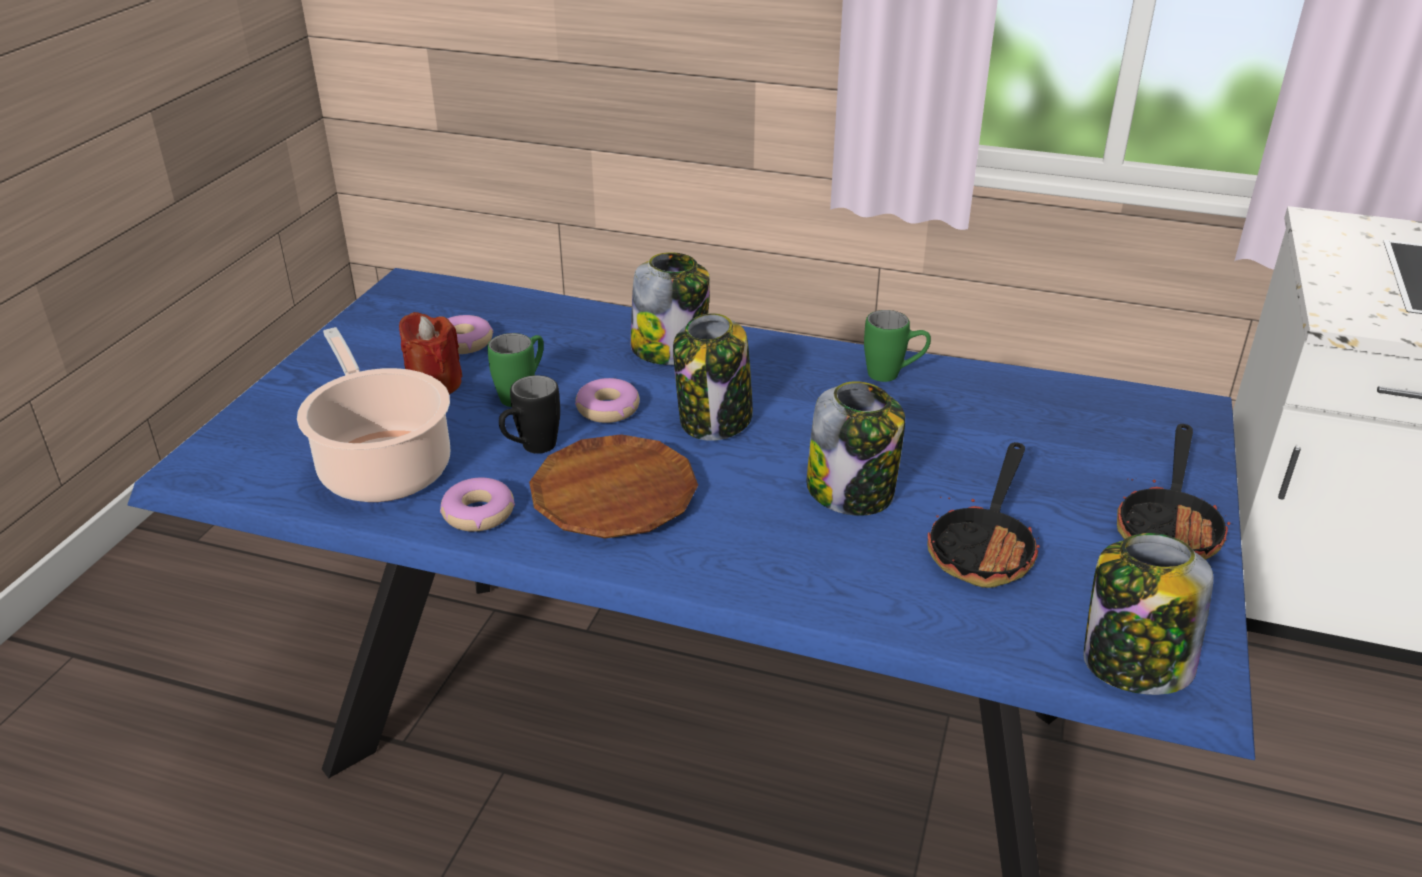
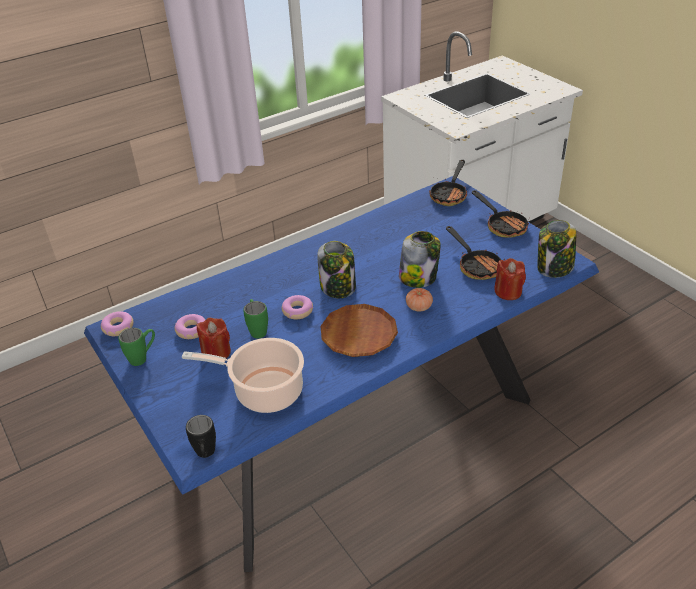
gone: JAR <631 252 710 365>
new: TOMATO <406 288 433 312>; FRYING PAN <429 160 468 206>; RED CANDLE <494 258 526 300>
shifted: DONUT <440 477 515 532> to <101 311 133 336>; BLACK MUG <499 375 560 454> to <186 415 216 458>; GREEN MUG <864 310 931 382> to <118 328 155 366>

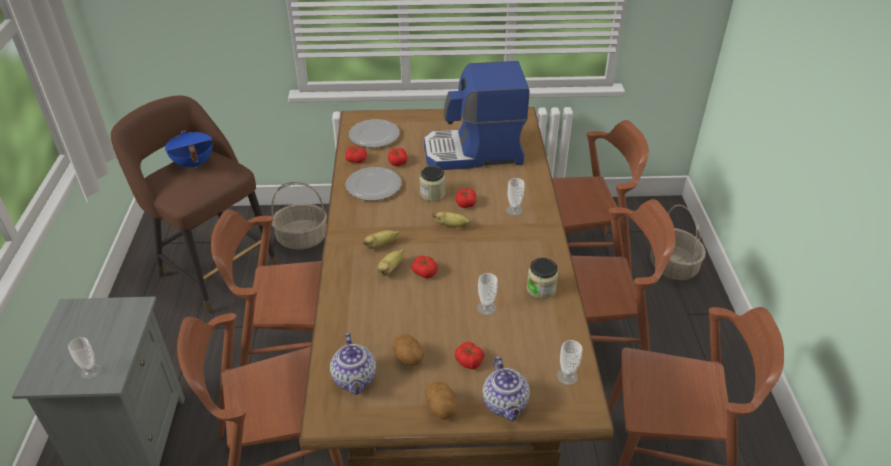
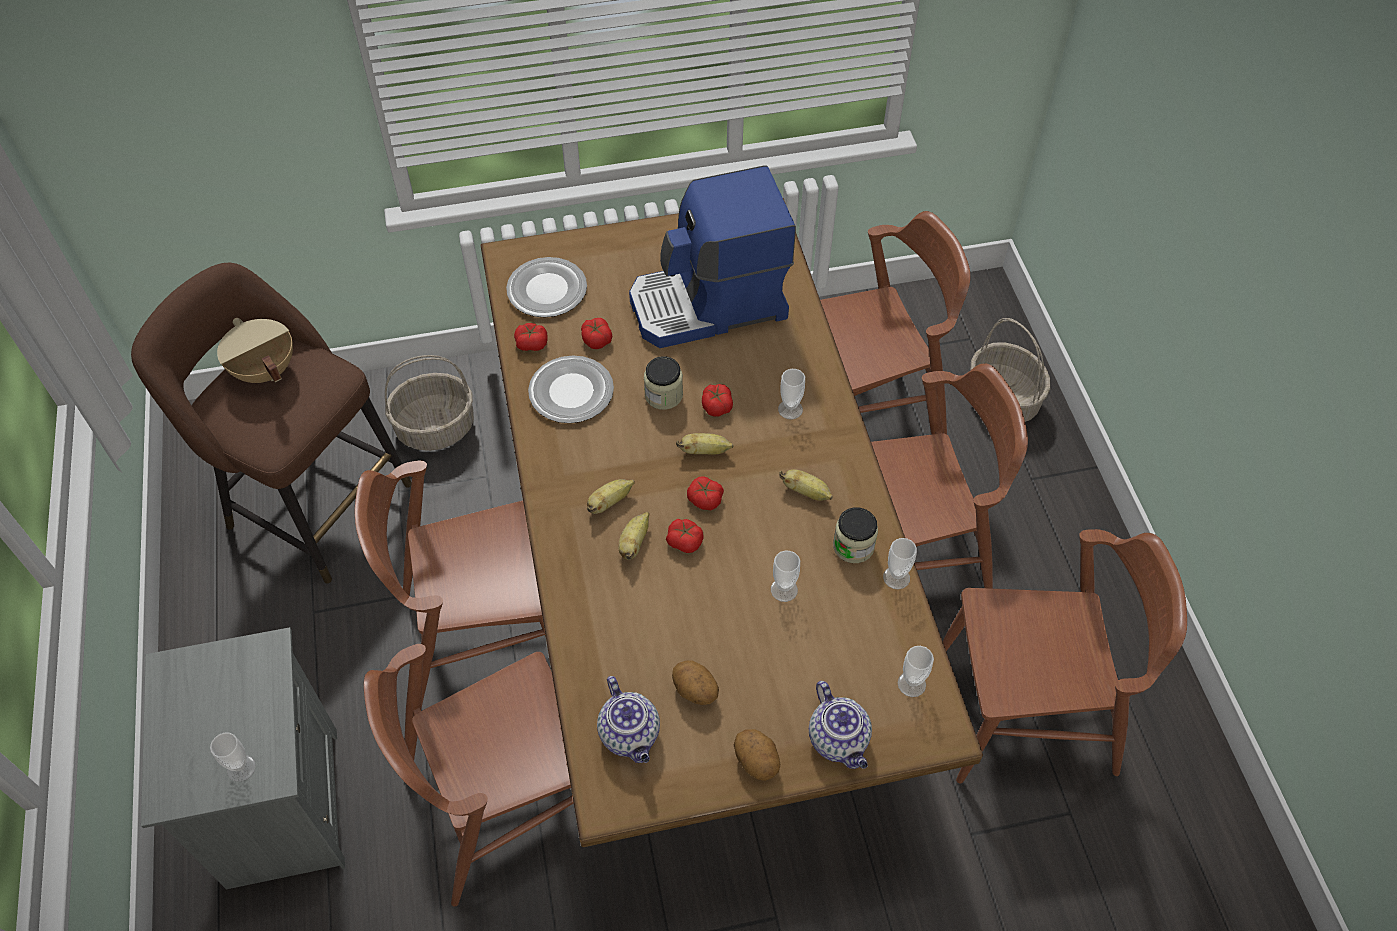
new: BANANA <779 469 832 501>; CUP <883 538 917 590>
shifted: TOMATO <455 342 485 369> to <687 476 724 510>
repainted: BLUE COOKING POT <165 130 213 169> to BEIGE COOKING POT <217 318 293 383>

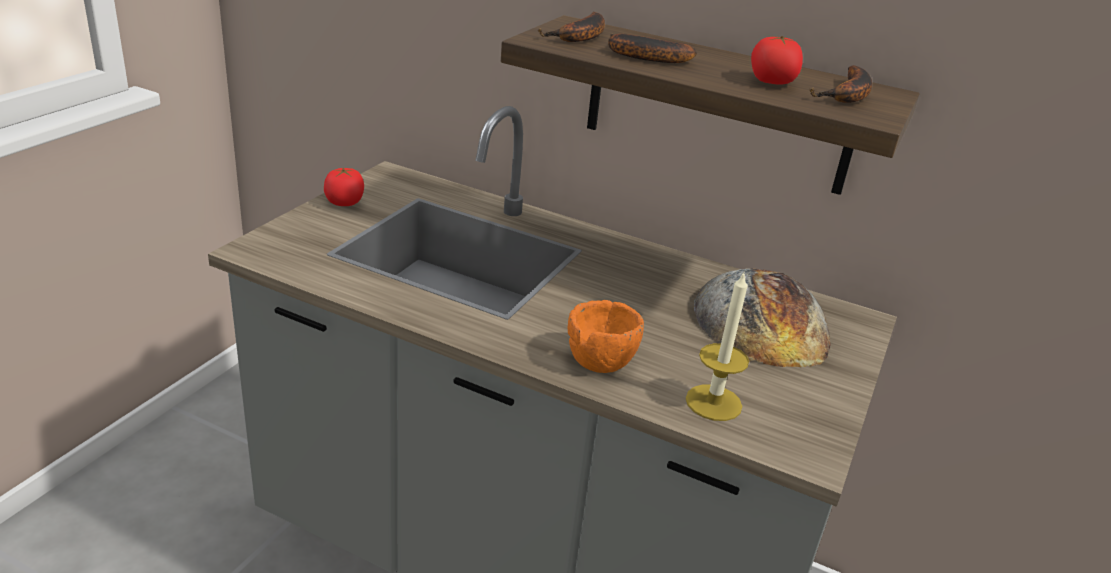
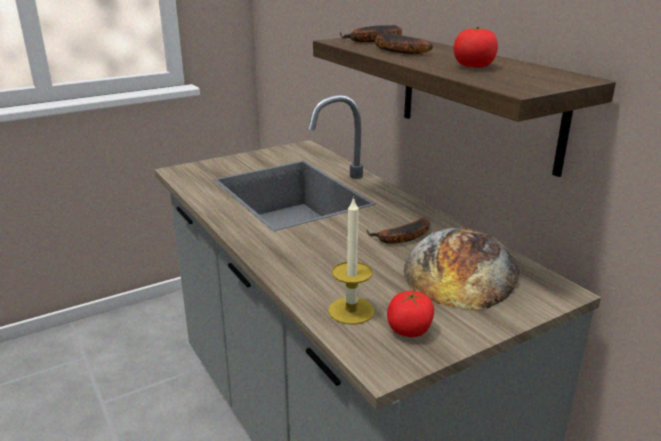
gone: ORANGE BOWL <568 300 644 373>
shifted: TOMATO <324 167 364 206> to <387 291 434 337>; BANANA <809 65 872 103> to <367 217 430 244>

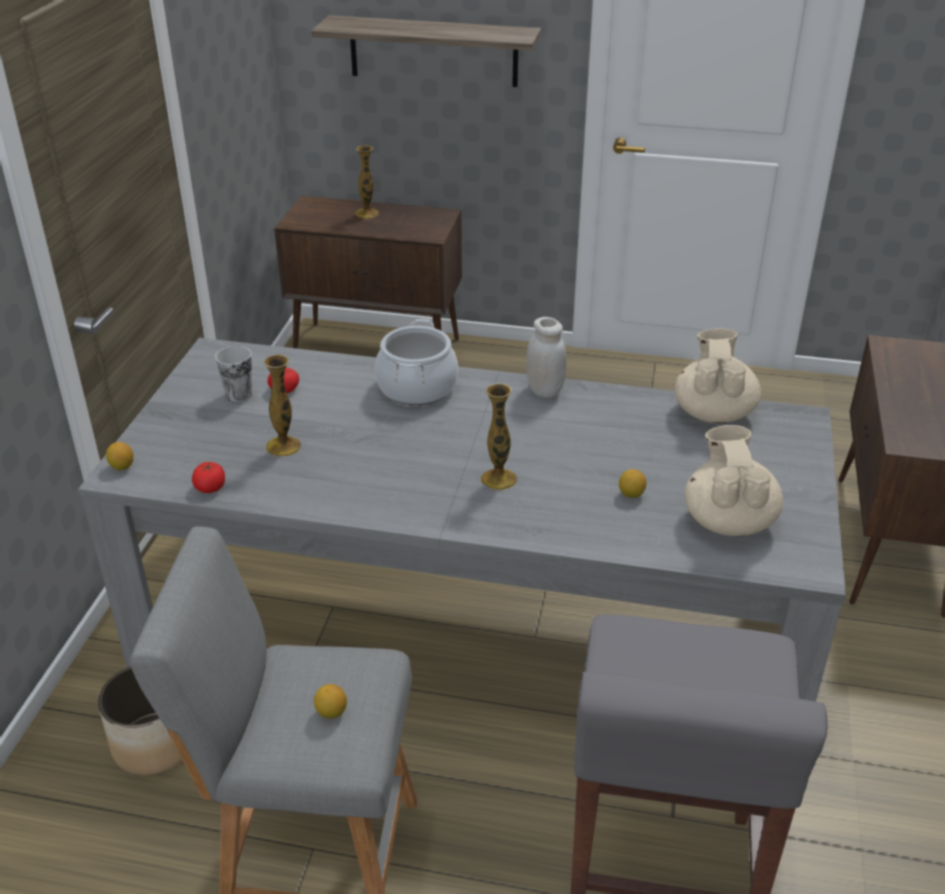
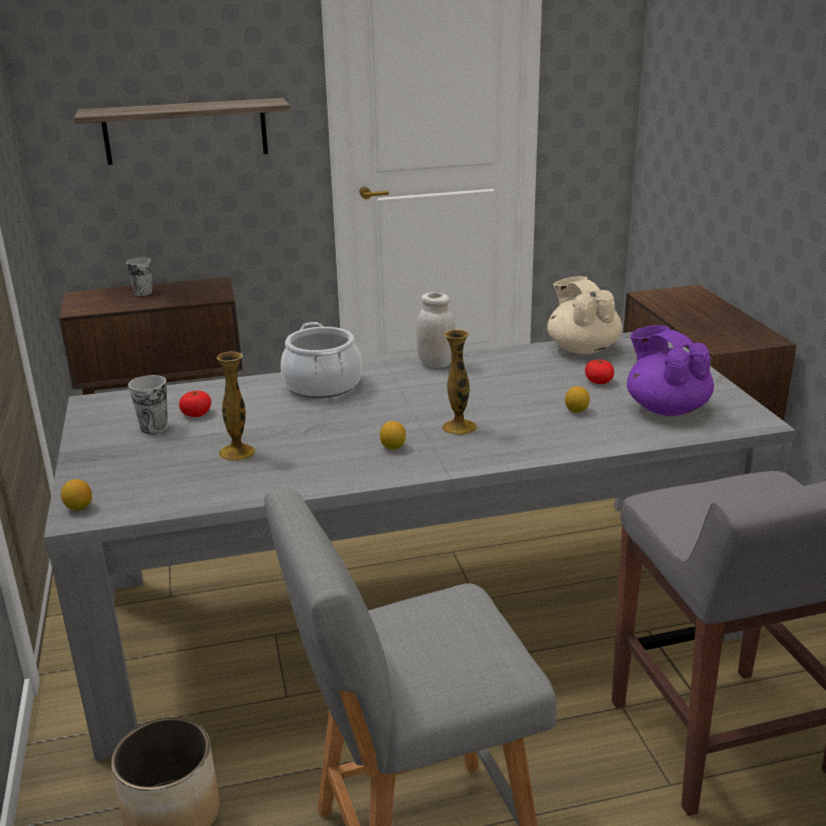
shifted: TOMATO <192 462 225 493> to <585 359 614 384>; LEMON <314 684 347 719> to <380 421 406 450>
swapped: VASE <355 145 379 219> to CUP <126 257 152 296>
repainted: BEIGE TEAPOT <685 425 783 536> to PURPLE TEAPOT <627 325 714 416>

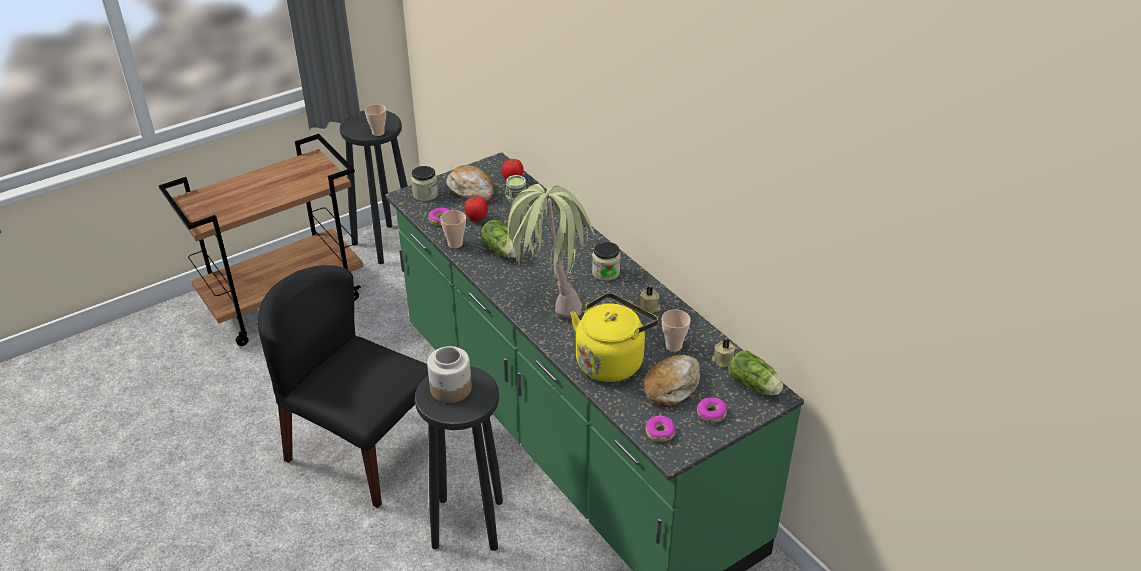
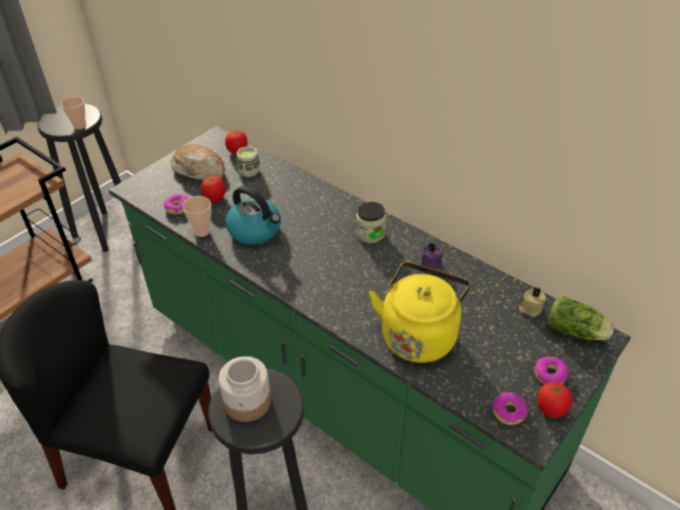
gone: JAR <411 166 438 201>; POTTED PLANT <506 184 594 318>; BREAD <644 355 700 407>; CUP <662 309 691 352>
new: TOMATO <538 381 573 418>
swapped: LETTUCE <481 220 521 258> to KETTLE <225 186 281 245>
repainted: BEIGE CANDLE <639 286 660 313> to PURPLE CANDLE <420 243 442 270>

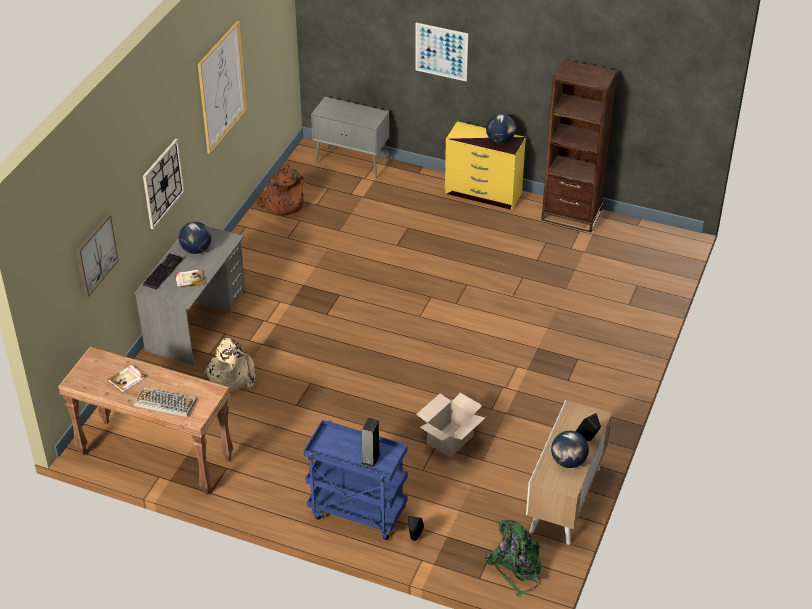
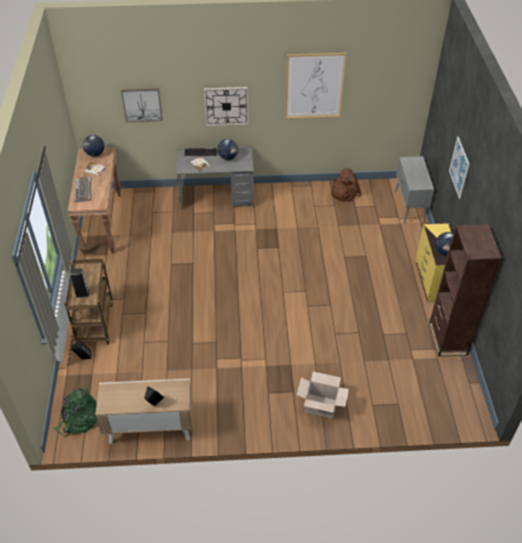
gone: BEIGE BACKPACK <204 338 256 392>
shifted: CARDBOARD BOX <416 393 485 457> to <296 372 349 418>; GLOBE <551 431 589 468> to <83 135 104 157>
repainted: BLUE CART <304 420 407 540> to BROWN CART <64 259 113 344>

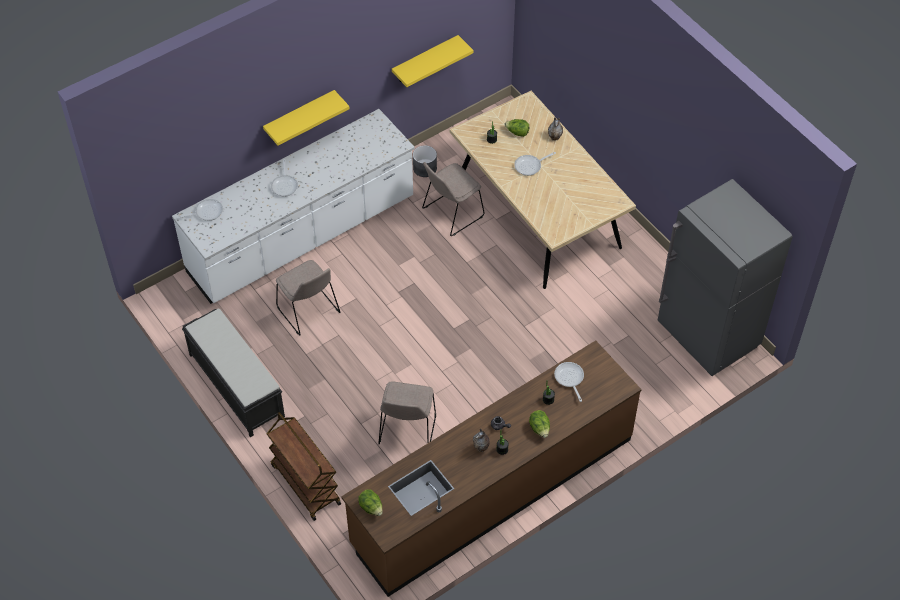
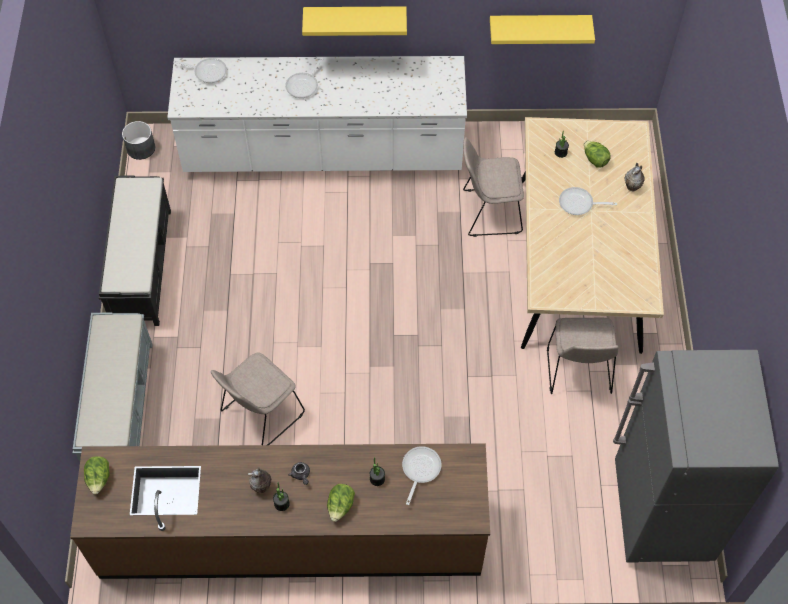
shifted: BEIGE CHAIR <276 260 340 335> to <547 318 619 394>; GREY PLANTER <413 145 437 177> to <122 121 155 160>
swapped: BROWN CART <266 412 341 521> to GREY BENCH <73 313 152 461>

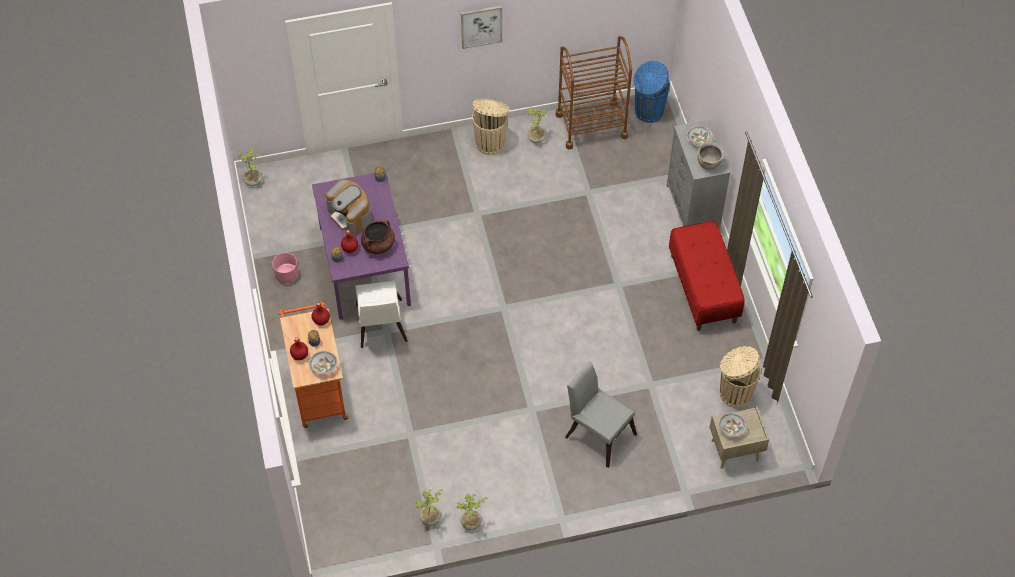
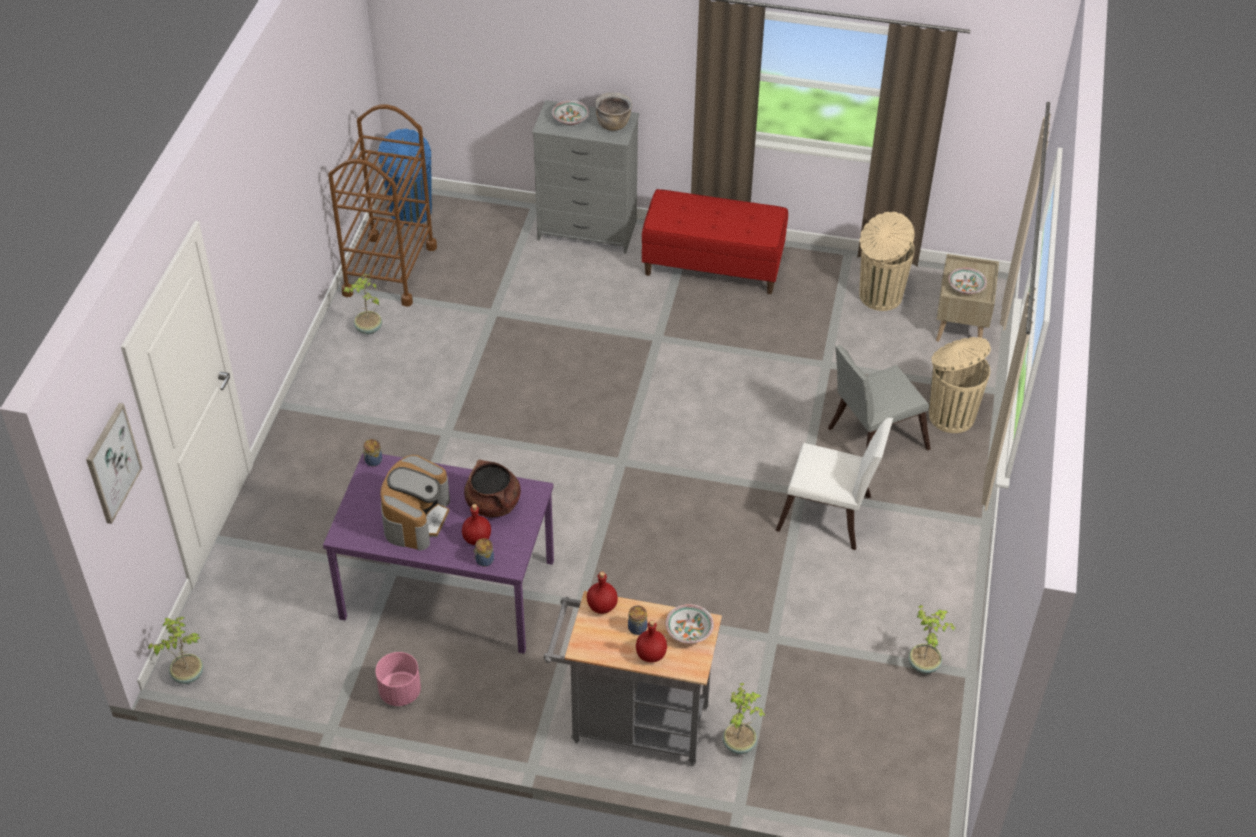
shifted: WHITE CHAIR <355 281 408 348> to <776 418 893 550>; POTTED PLANT <457 493 488 530> to <723 683 766 754>; PICTURE <461 6 502 49> to <86 403 143 524>; BEIGE TRASH CAN <472 99 509 155> to <929 337 991 433>
repainted: ORANGE CART <279 302 349 428> to GREY CART <544 591 722 765>
rotated: COFFEE MACHINE <326 179 371 235> = <380 455 450 550> 60 degrees counterclockwise

